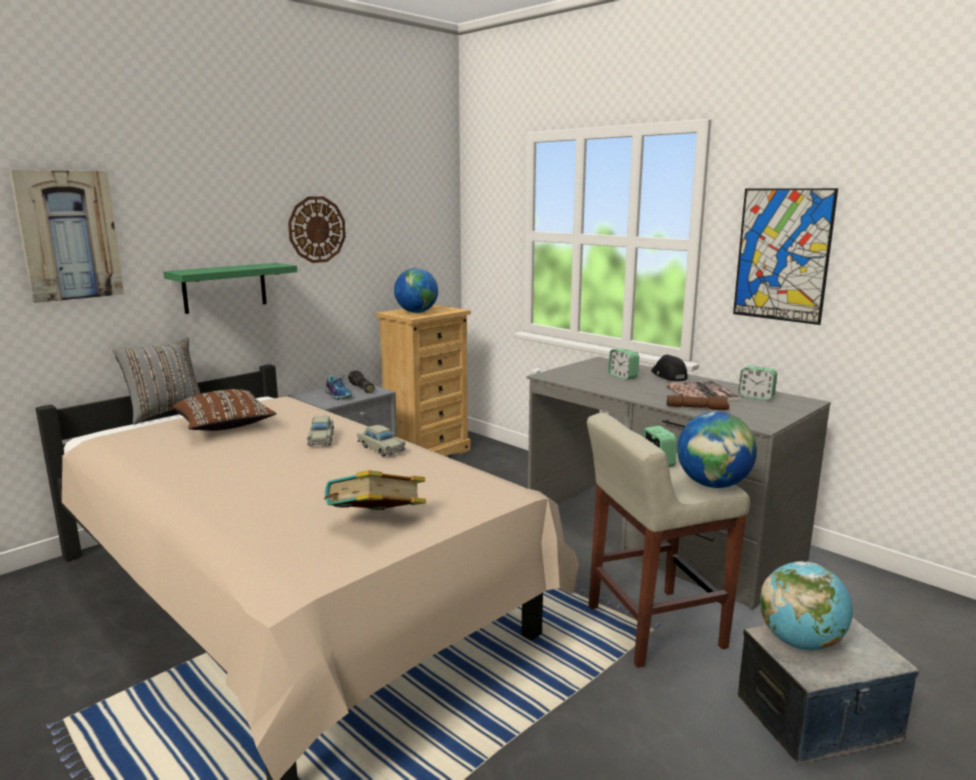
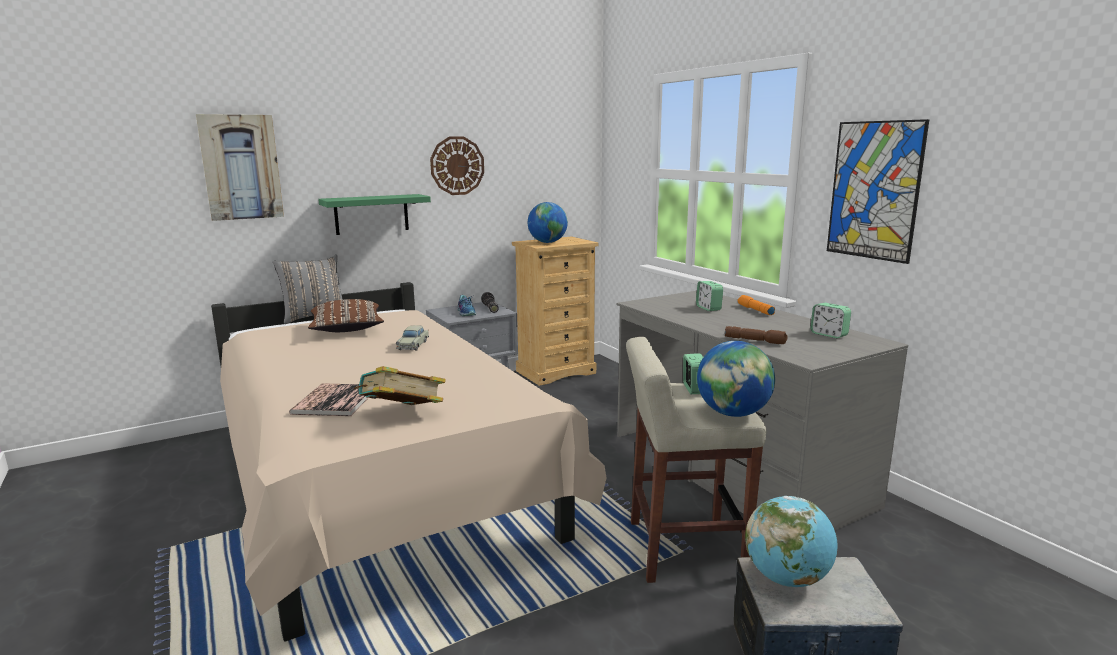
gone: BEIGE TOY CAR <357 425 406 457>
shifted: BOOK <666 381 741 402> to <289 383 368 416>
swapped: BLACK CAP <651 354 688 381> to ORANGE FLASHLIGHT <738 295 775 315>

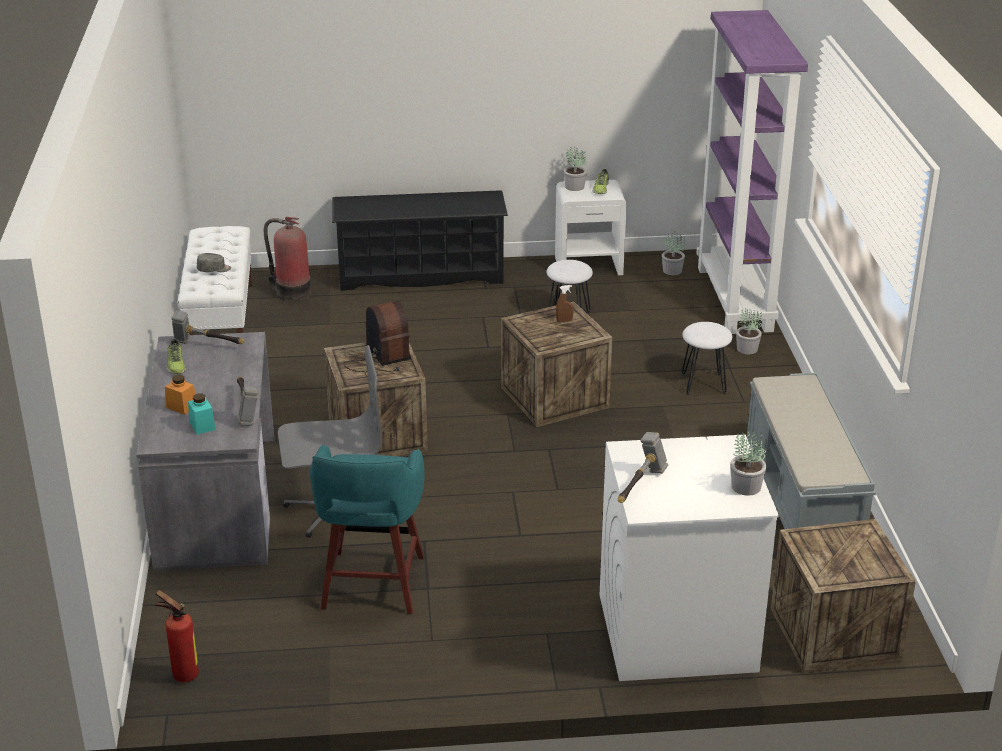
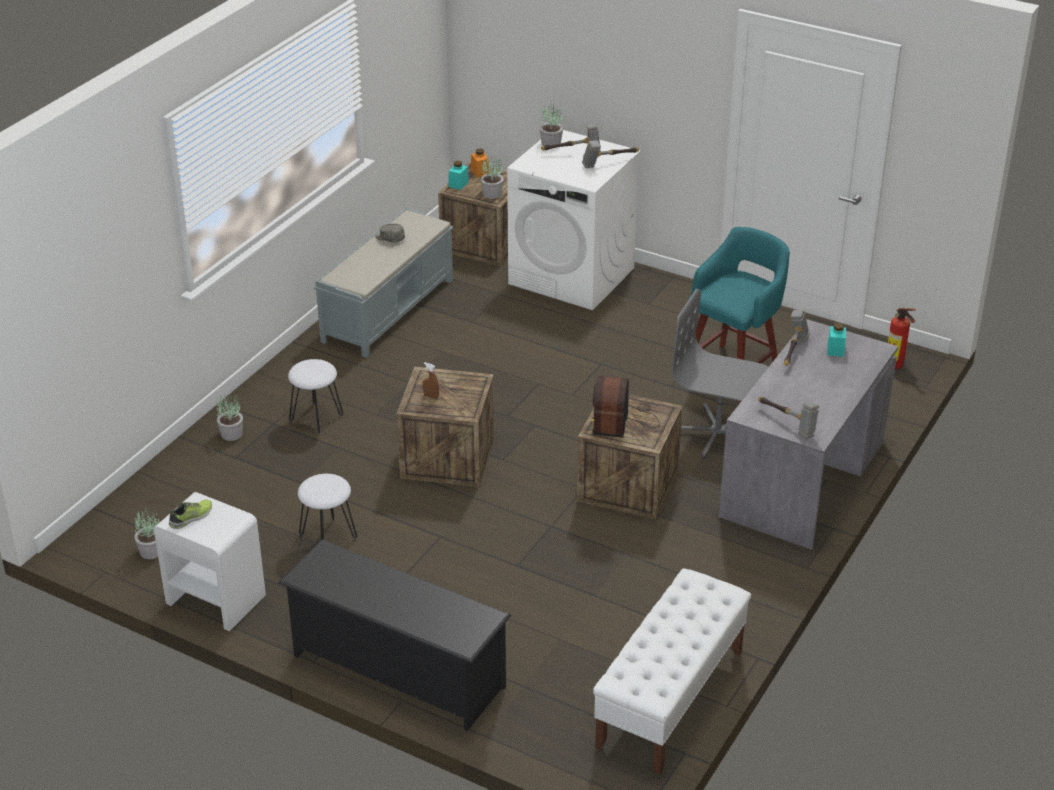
gone: SHOE <167 339 186 374>; FIRE EXTINGUISHER <264 217 311 302>; PURPLE BOOKCASE <696 10 808 334>
new: TURQUOISE JAR <448 161 469 190>; HAMMER <541 124 601 152>
shifted: ORANGE JAR <165 375 195 415> to <471 149 489 177>; GREY CAP <197 253 231 272> to <375 224 405 242>; POTTED PLANT <563 147 587 191> to <481 155 504 199>

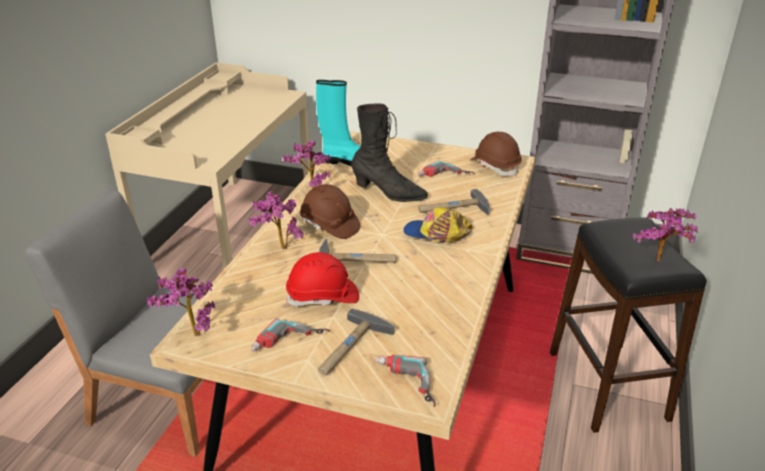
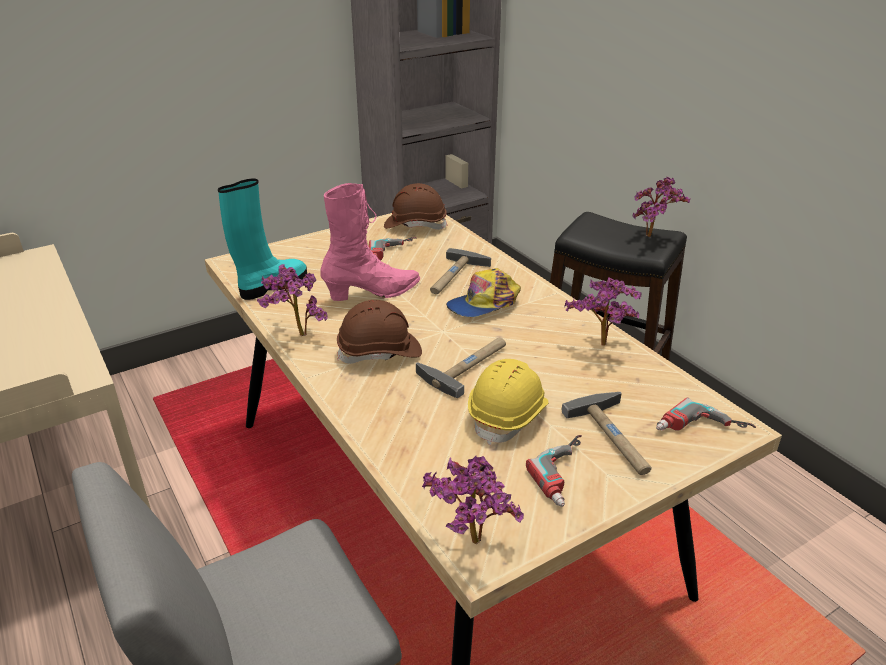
shifted: POTTED PLANT <248 191 304 249> to <564 277 642 346>
repainted: RED HARD HAT <286 252 359 306> to YELLOW HARD HAT <468 359 549 445>; BLACK BOOT <352 103 428 202> to PINK BOOT <320 183 420 301>

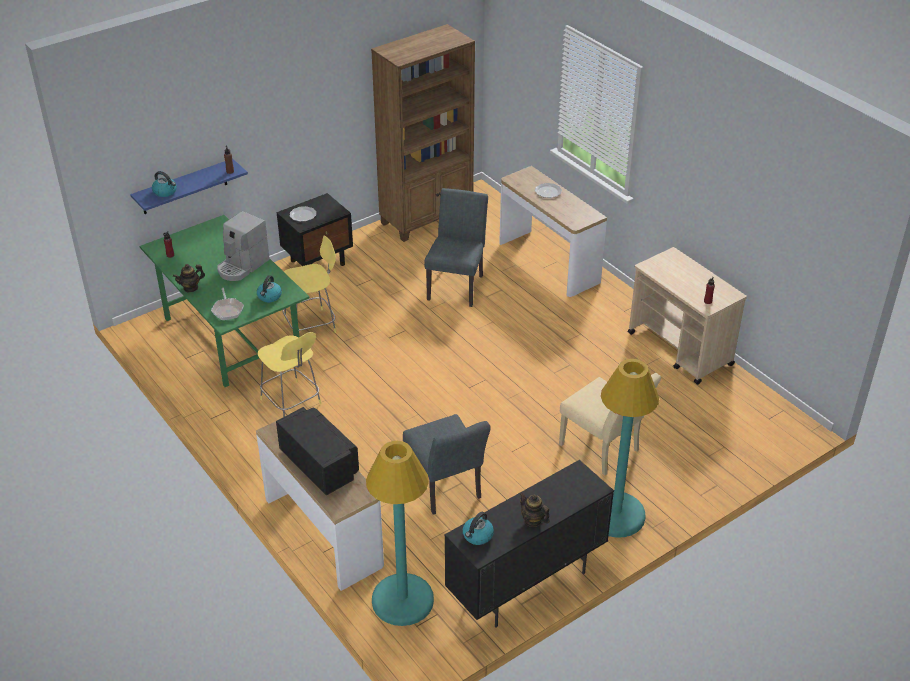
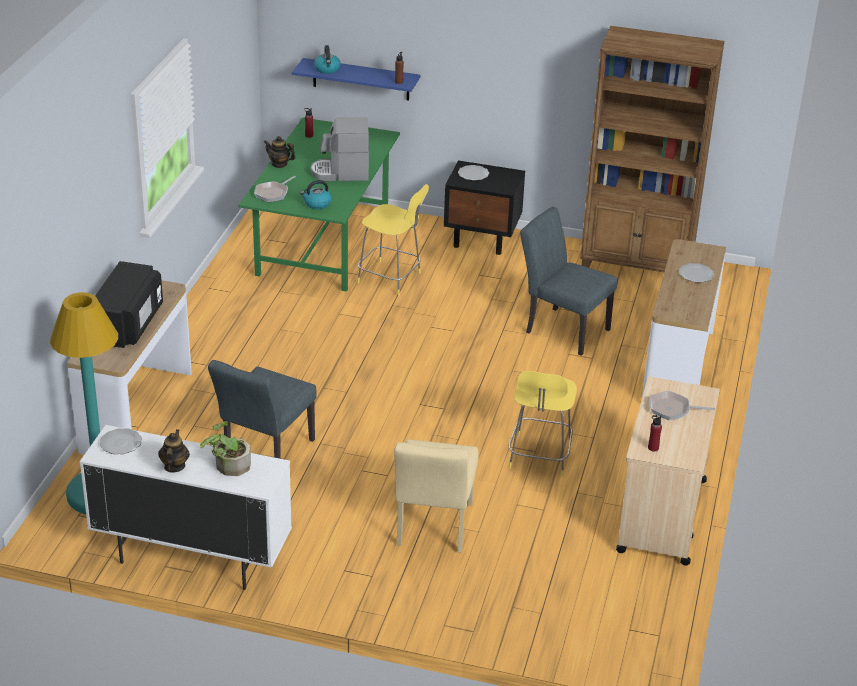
gone: TURQUOISE FLOOR LAMP <601 359 659 538>
new: POTTED PLANT <200 421 251 476>; FRYING PAN <650 391 715 420>
shifted: YELLOW STOOL <258 332 321 417> to <509 371 577 477>
swapped: KETTLE <463 512 494 545> to PLATE <100 428 142 454>
repainted: BLACK CABINET <445 460 614 628> to WHITE CABINET <80 425 292 590>
rotated: GREY CHAIR <424 188 488 307> = <520 207 618 356> 120 degrees counterclockwise

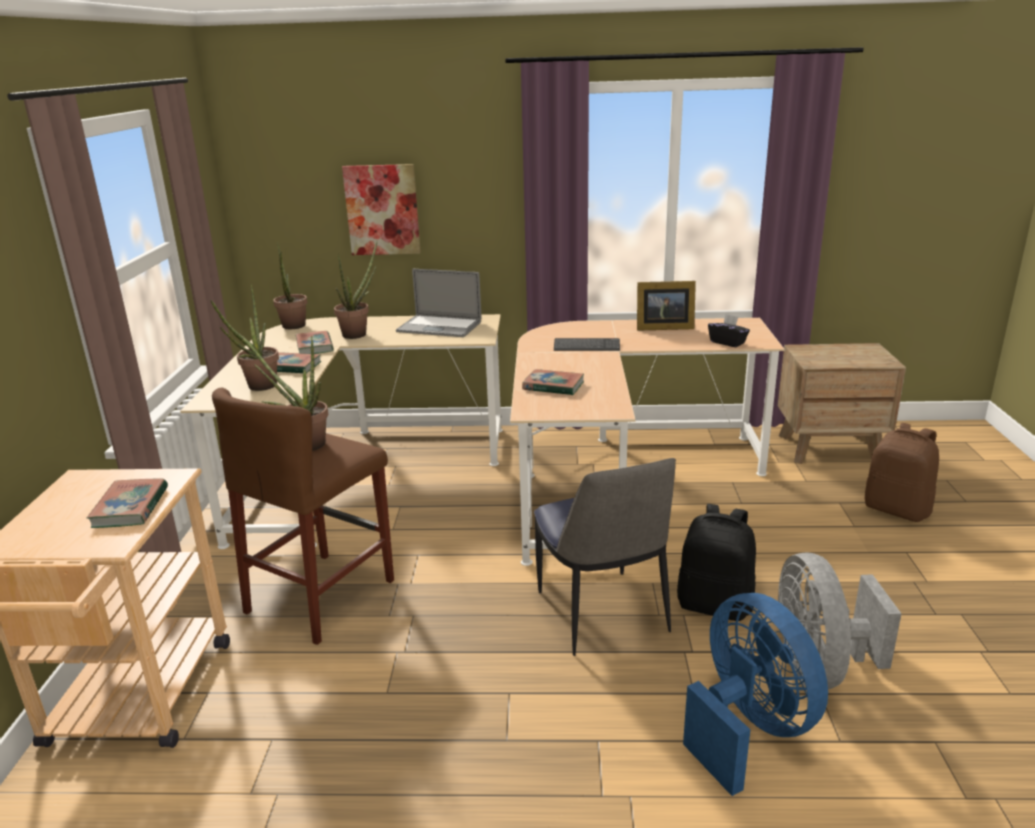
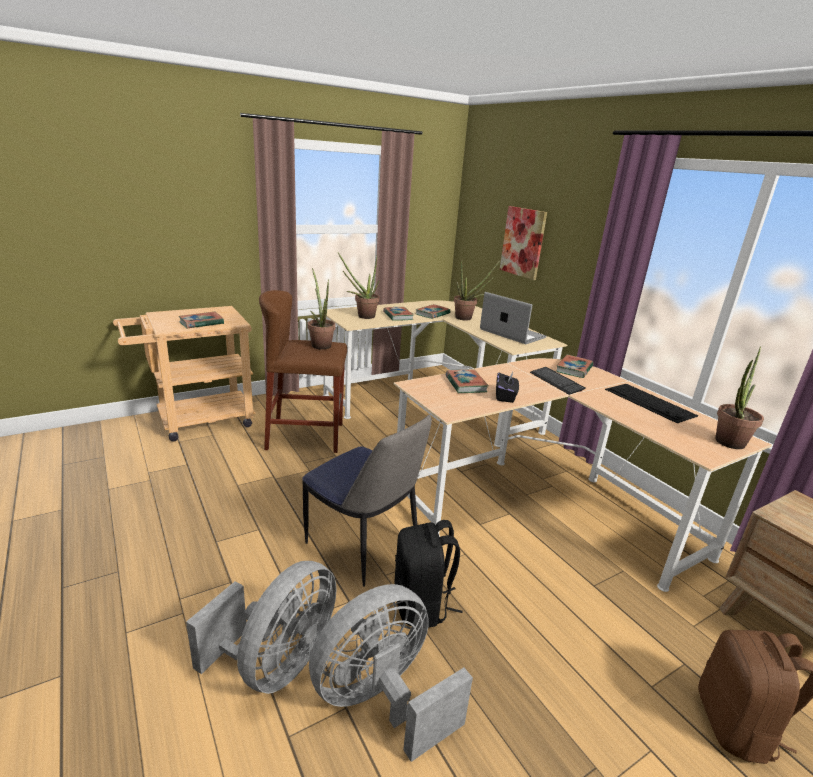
new: BOOK <556 355 593 378>
shifted: POTTED PLANT <273 242 307 329> to <715 347 764 449>; BLACK TISSUE BOX <708 314 750 347> to <496 370 519 403>
swapped: PICTURE FRAME <637 281 696 331> to KEYBOARD <605 384 698 423>
repainted: BLUE FAN <683 593 828 796> to GREY FAN <186 561 337 694>
rotated: LAPTOP <396 269 482 337> = <480 292 546 344> 150 degrees clockwise; CHAIR <534 458 676 656> = <302 414 432 587> 90 degrees counterclockwise

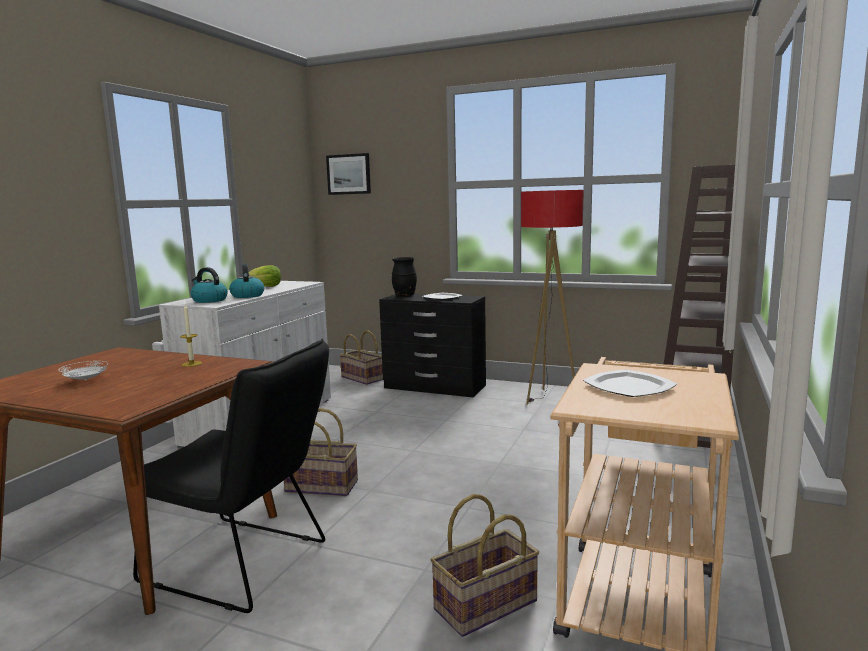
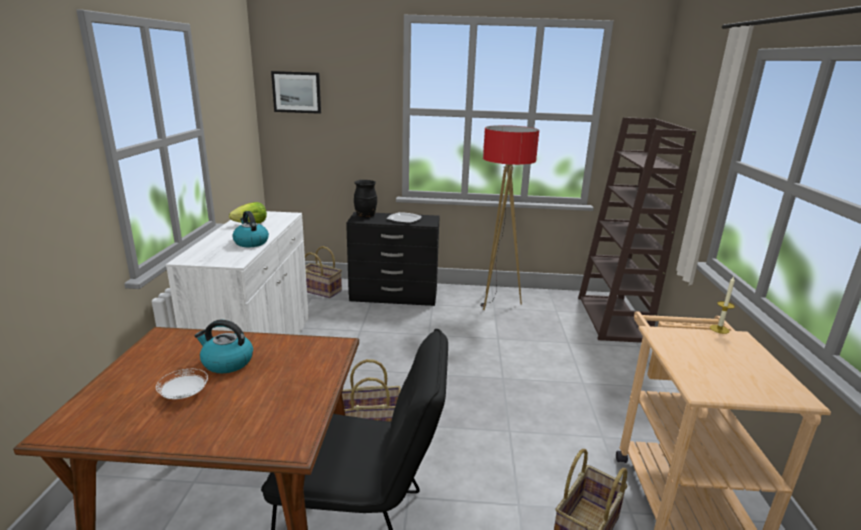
gone: PLATE <583 369 677 397>
shifted: CANDLE <180 304 202 367> to <710 276 735 334>; KETTLE <191 267 228 303> to <195 320 253 373>

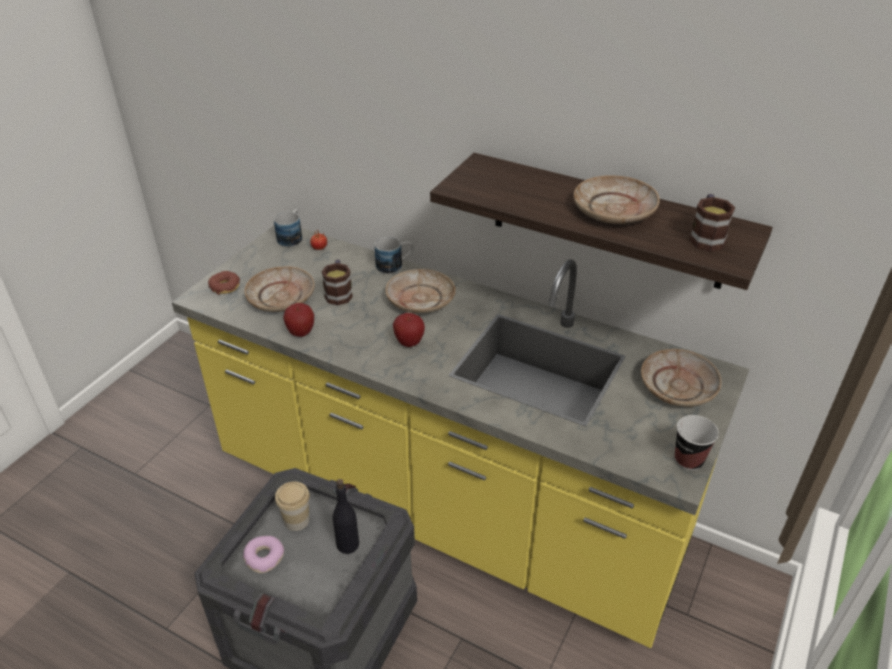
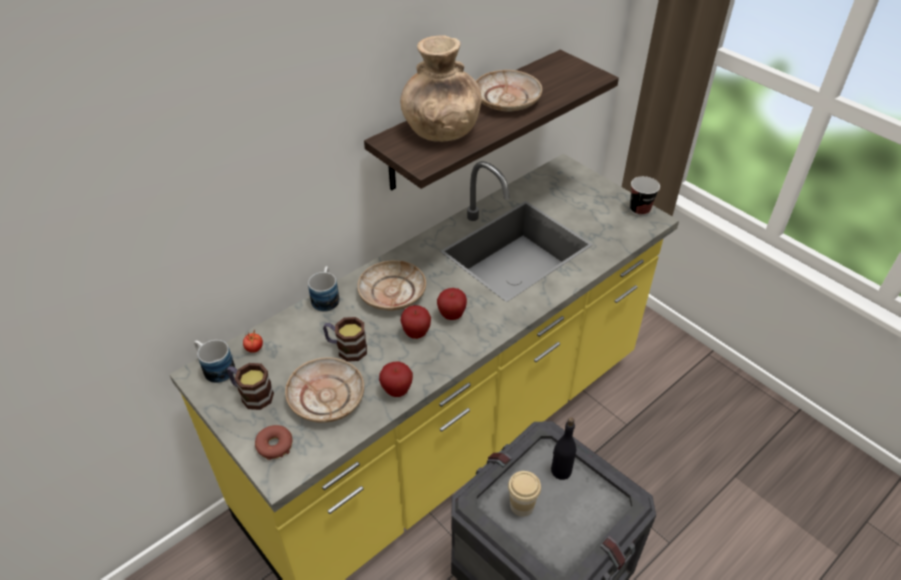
gone: DONUT <243 536 284 573>; BEIGE PLATE <641 349 722 407>
new: BROWN VASE <400 35 482 142>; APPLE <400 305 431 339>
shifted: MUG <689 194 735 252> to <227 363 274 410>

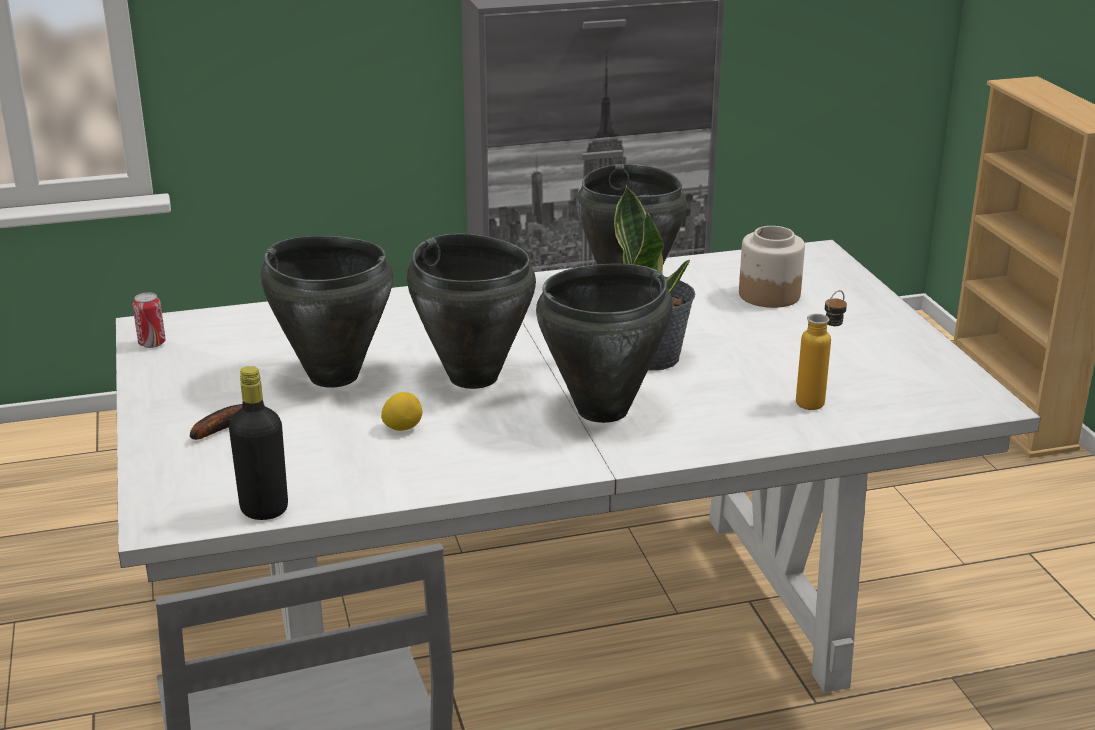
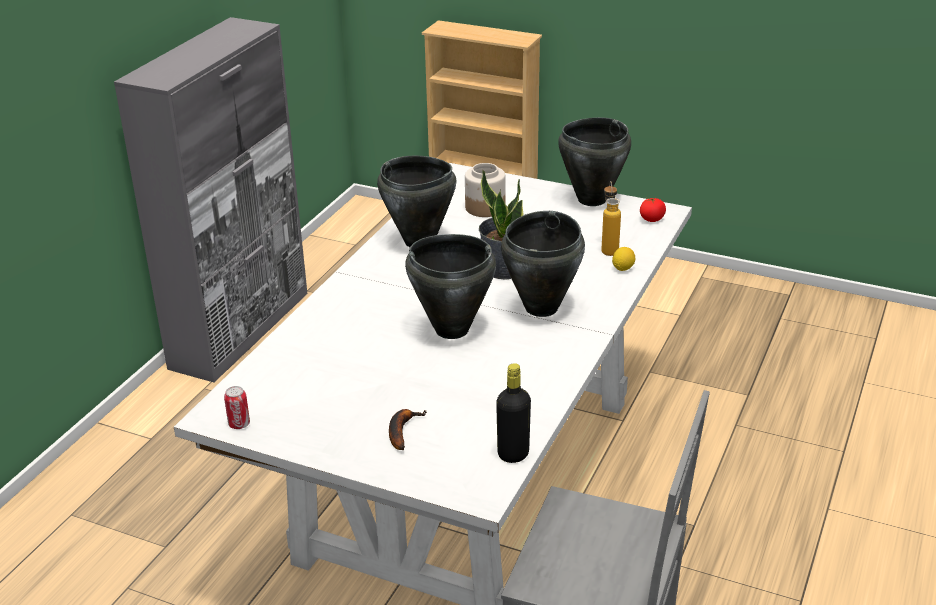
new: TOMATO <640 198 666 222>
shifted: BLACK COOKING POT <260 236 393 388> to <558 117 631 206>; LEMON <381 392 422 431> to <612 247 635 271>

